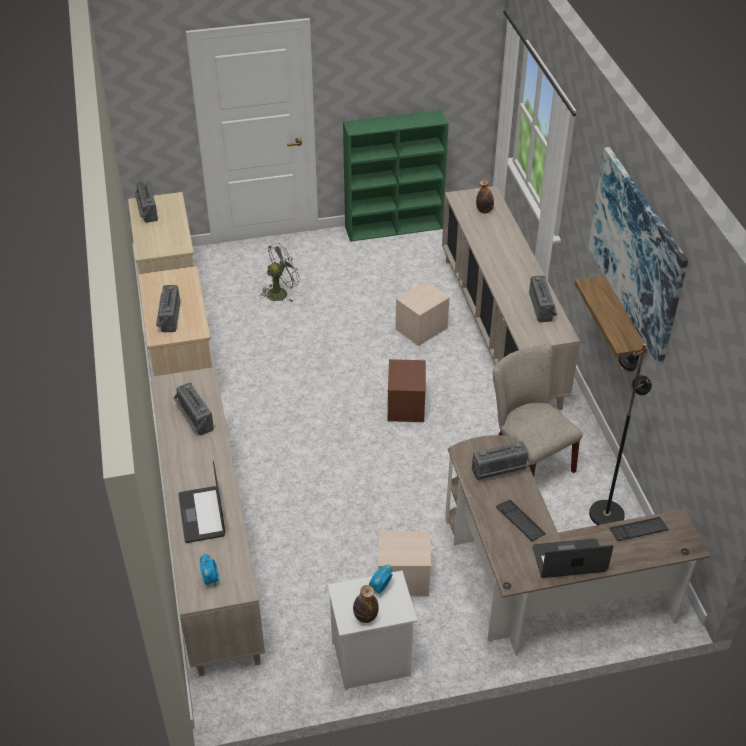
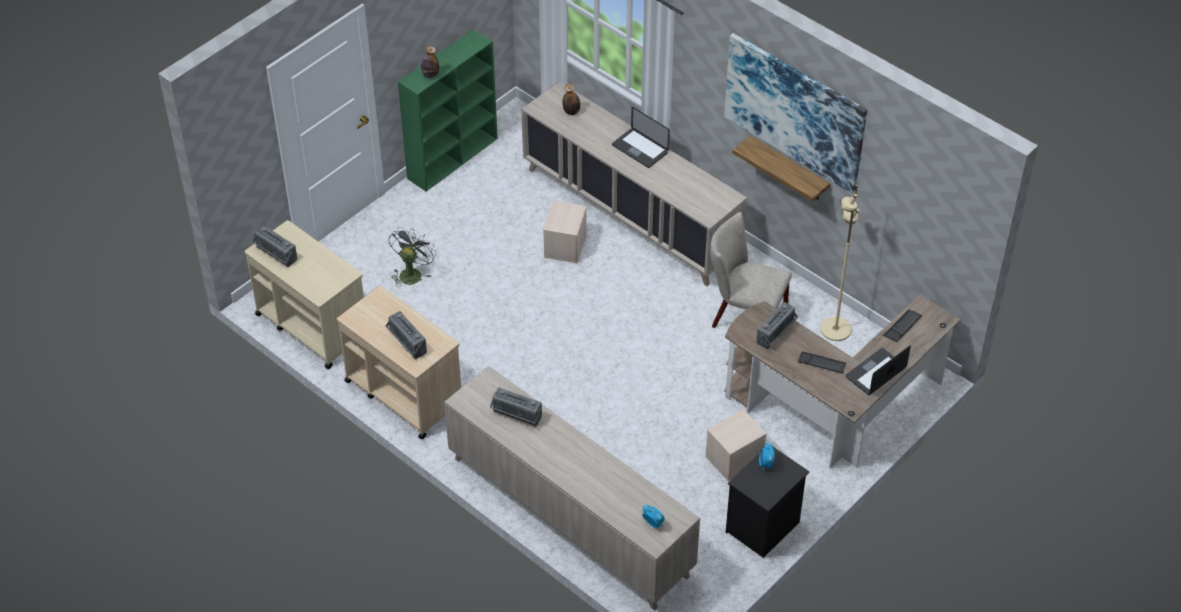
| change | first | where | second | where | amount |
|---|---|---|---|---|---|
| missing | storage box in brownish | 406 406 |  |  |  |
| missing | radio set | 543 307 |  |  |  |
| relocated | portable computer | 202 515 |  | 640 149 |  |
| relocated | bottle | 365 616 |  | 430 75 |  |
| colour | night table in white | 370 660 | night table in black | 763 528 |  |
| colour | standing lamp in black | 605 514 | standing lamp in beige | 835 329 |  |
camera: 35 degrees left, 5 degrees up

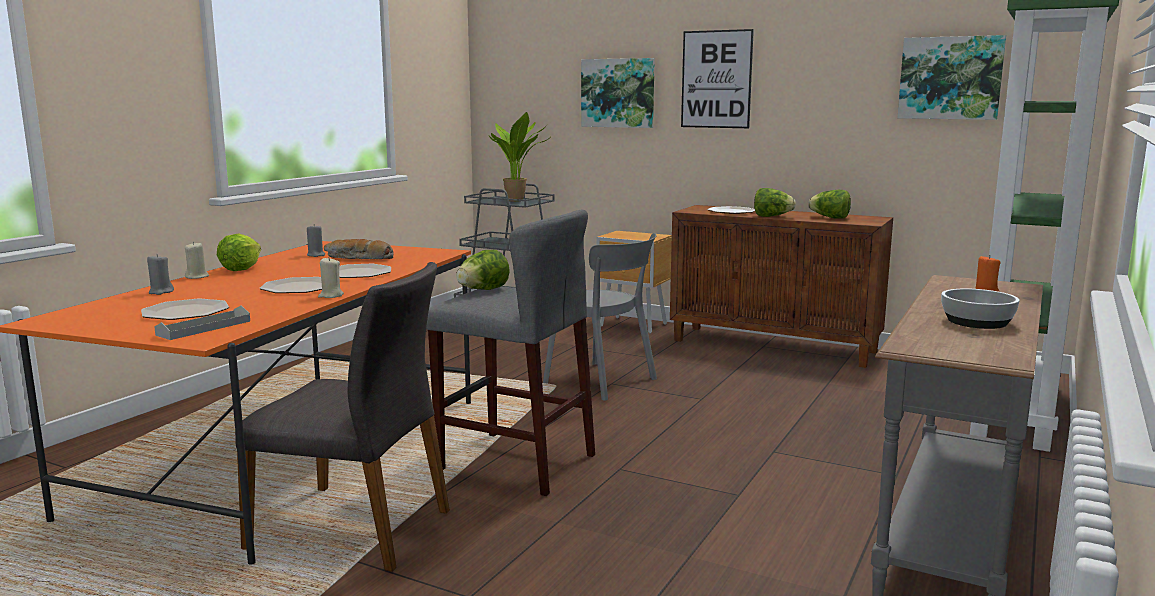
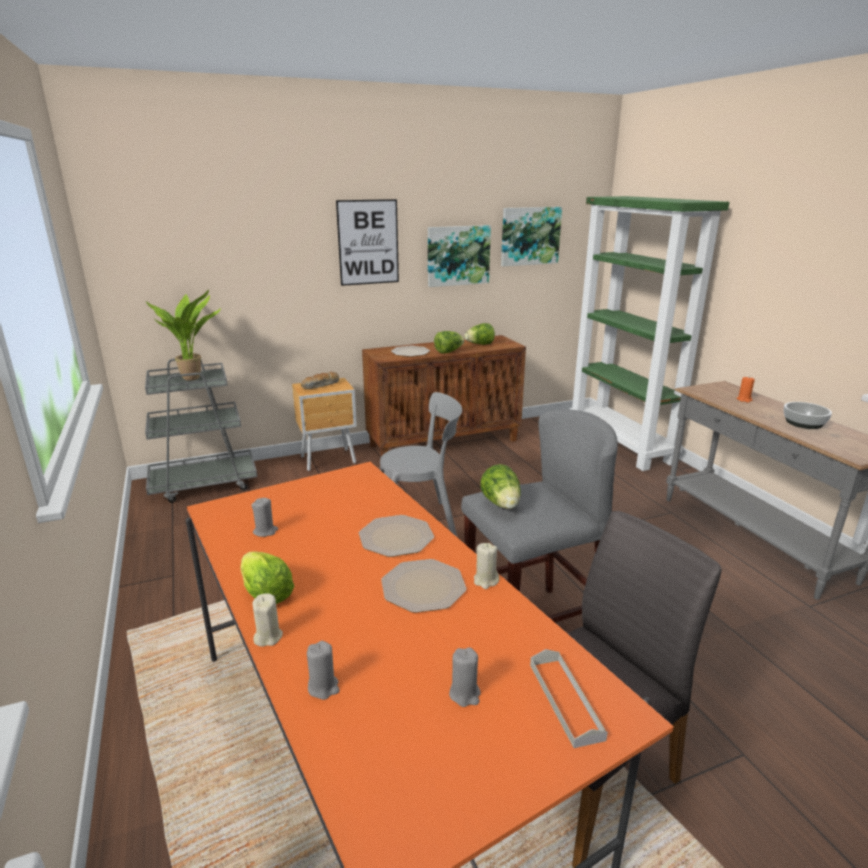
| change | first | where | second | where | amount |
|---|---|---|---|---|---|
| relocated | baked bread | 358 259 |  | 321 386 |  |
| relocated | wall picture | 618 93 |  | 458 255 |  |
| exchanged | dinner plate | 185 312 | wax light in greyish | 465 694 |  |
camera: 50 degrees left, 10 degrees up

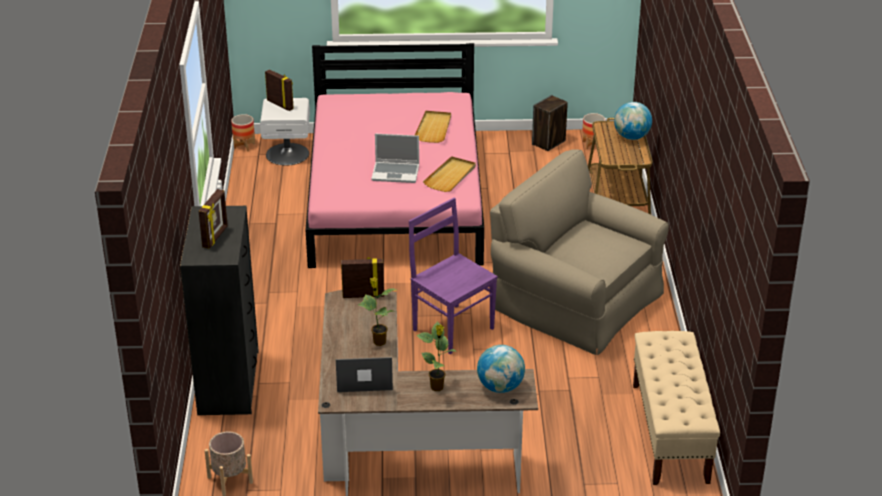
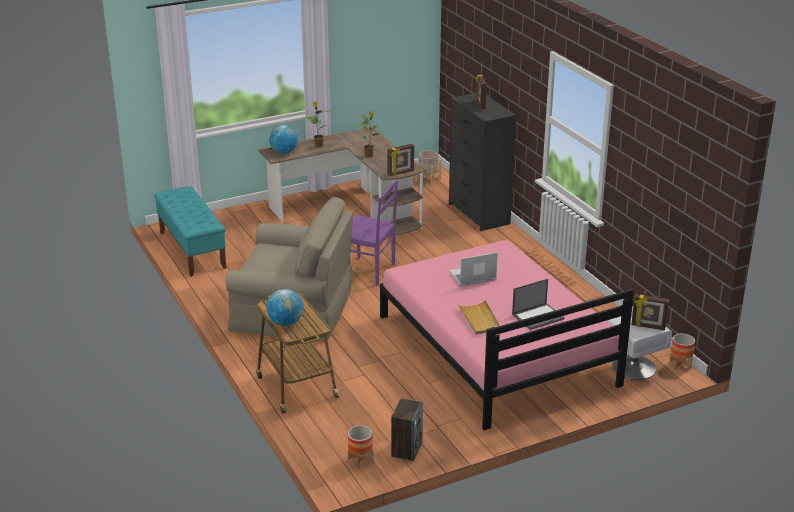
| change | first | where | second | where | amount |
|---|---|---|---|---|---|
| missing | serving tray in beige | 450 176 |  |  |  |
| relocated | portable computer | 363 378 |  | 538 316 |  |
| colour | bench in beige | 670 433 | bench in blue-green | 192 250 |  |
camera: 155 degrees right, 5 degrees down

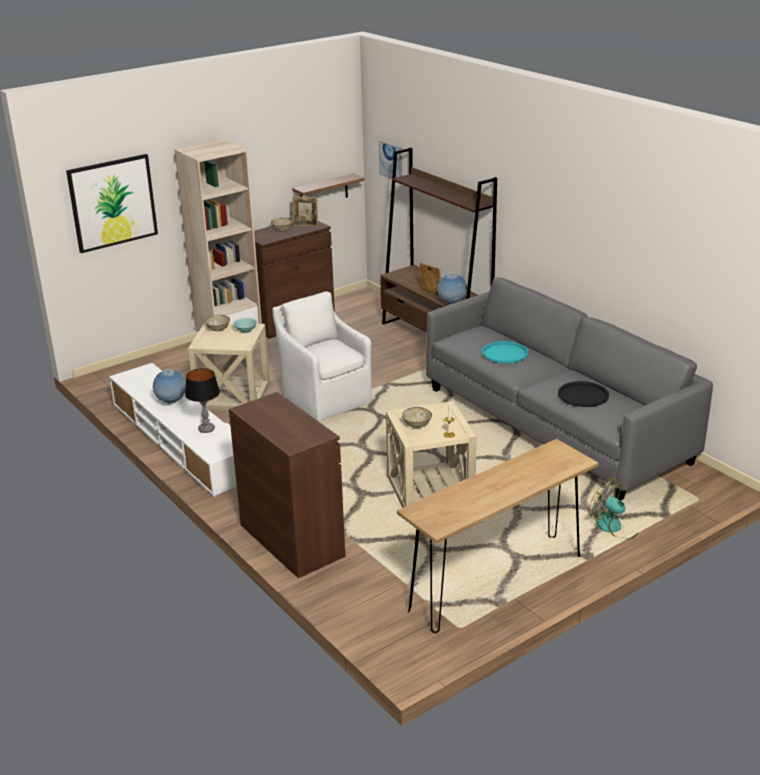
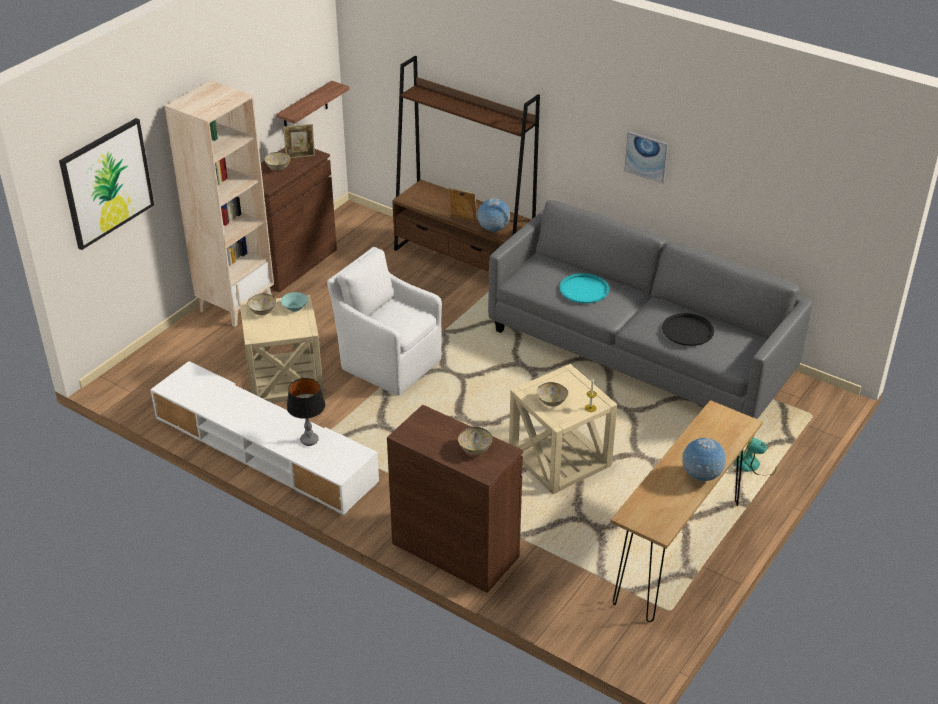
| change | first | where | second | where | amount |
|---|---|---|---|---|---|
| appeared |  |  | deep dish | 475 449 |  |
| relocated | world globe | 171 402 |  | 701 477 |  |
| relocated | wall picture | 391 161 |  | 646 156 |  |
camera: 20 degrees left, 10 degrees up

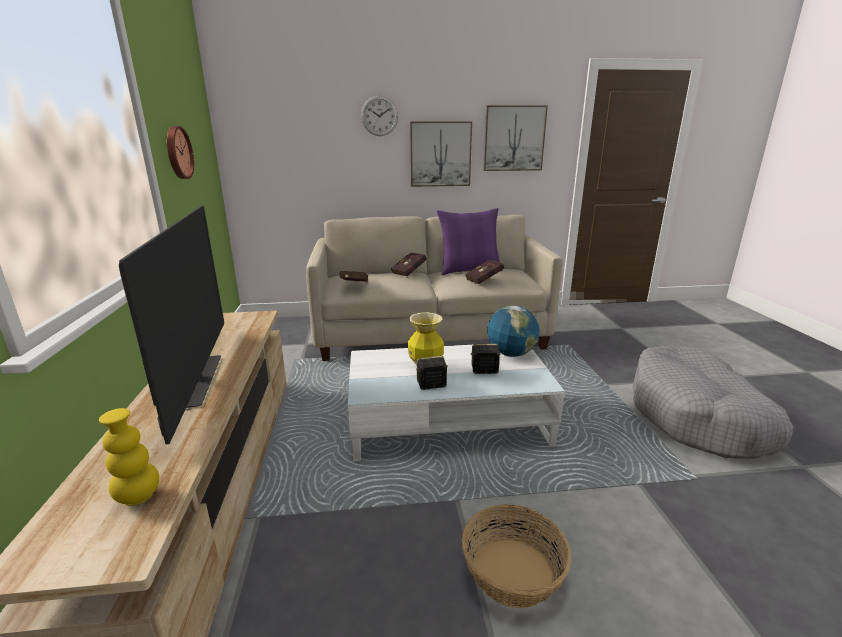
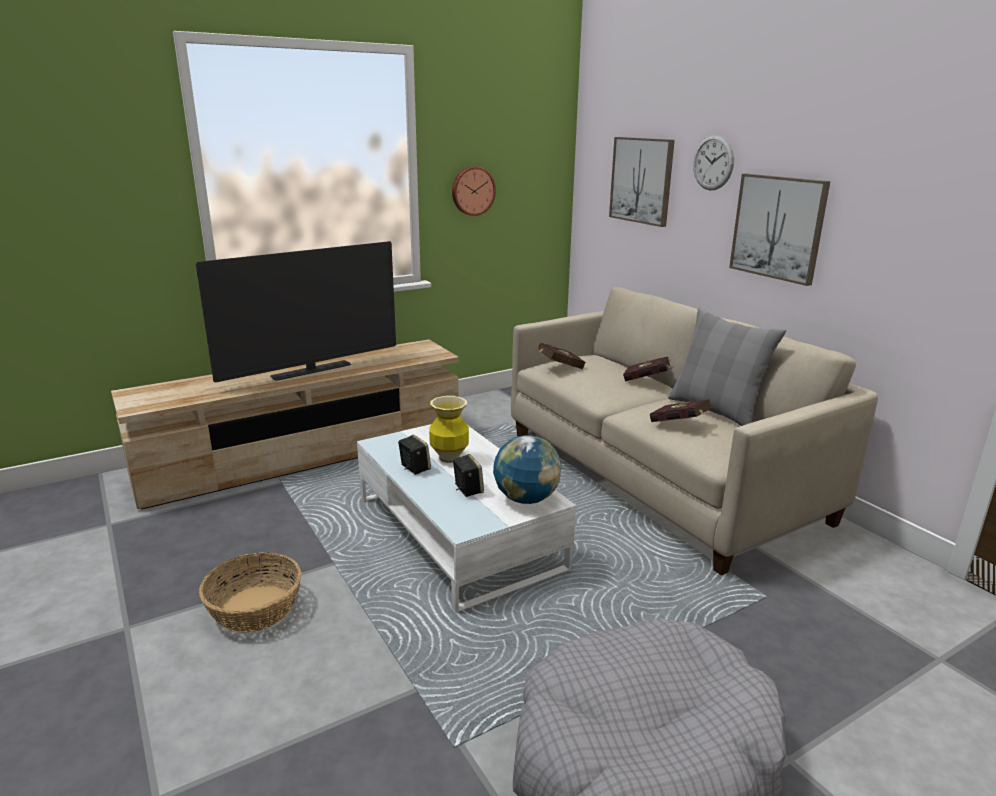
| change | first | where | second | where | amount |
|---|---|---|---|---|---|
| missing | decorative vase in yellow-coloured | 138 497 |  |  |  |
| relocated | wall picture | 513 138 |  | 641 180 |  |
| colour | throw pillow in purplish | 469 270 | throw pillow in greyish | 716 410 |  |
camera: 65 degrees right, 0 degrees up

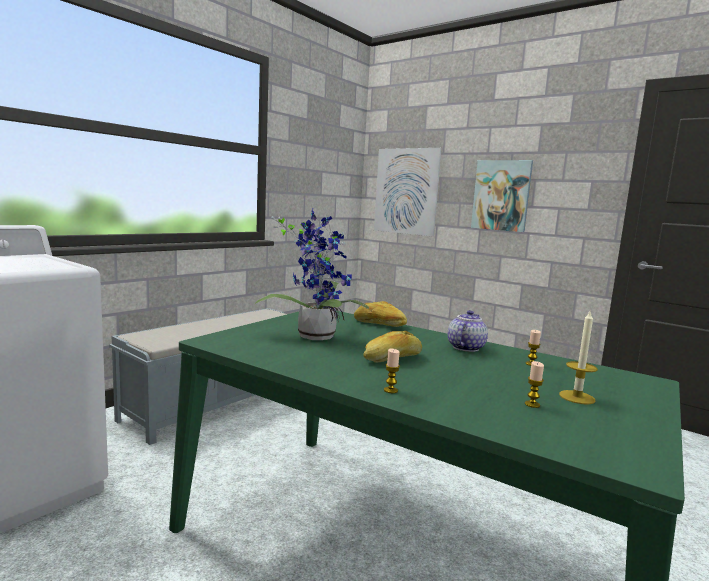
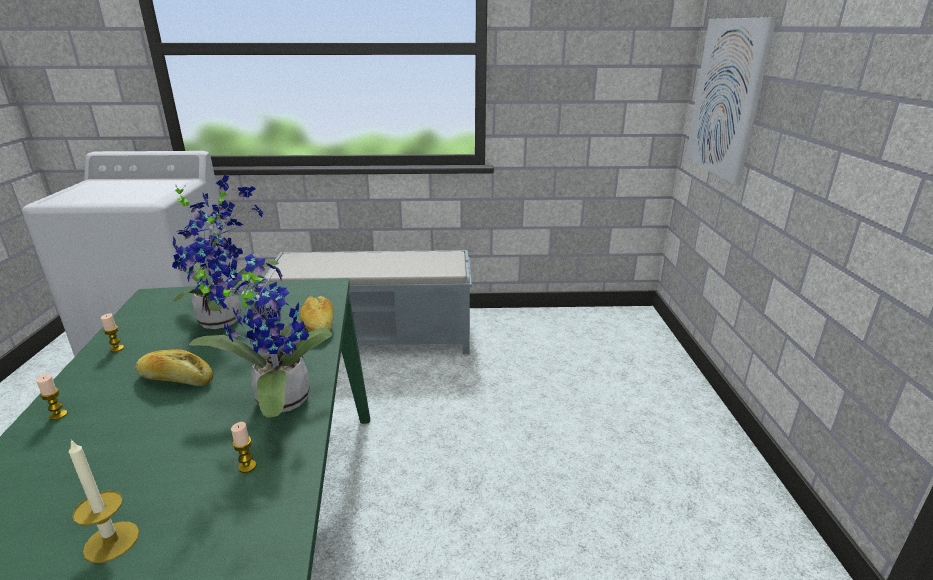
| change | first | where | second | where | amount |
|---|---|---|---|---|---|
| missing | wall picture | 501 195 |  |  |  |
| relocated | wax light | 532 404 |  | 117 348 |  |
| exchanged | teapot | 465 347 | plant in a pot | 275 401 |  |
camera: 50 degrees right, 15 degrees up

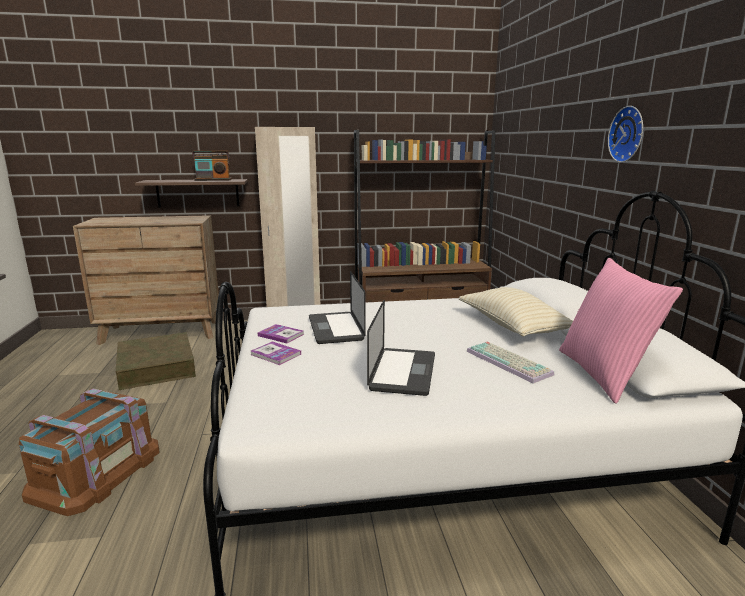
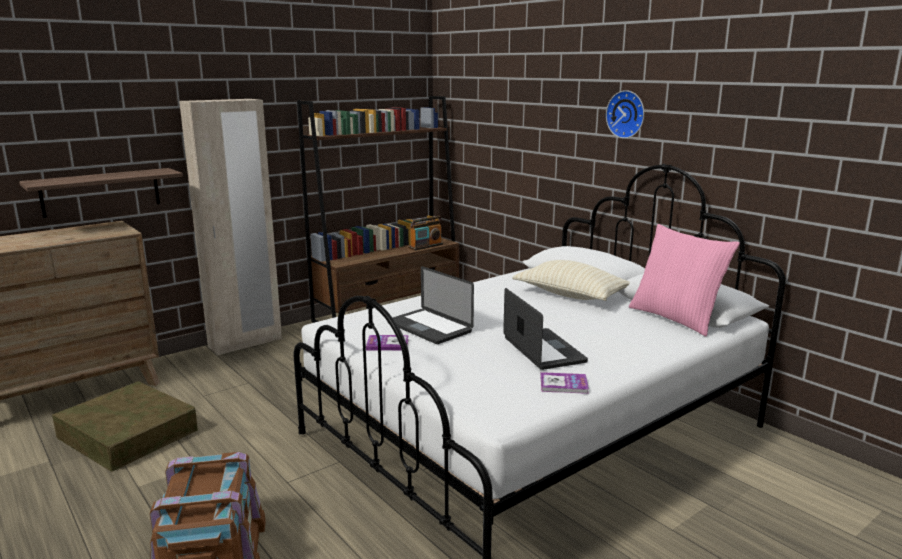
| change | first | where | second | where | amount |
|---|---|---|---|---|---|
| missing | PC keyboard | 510 362 |  |  |  |
| relocated | radio set | 213 180 |  | 425 246 |  |
| relocated | bound book | 275 354 |  | 563 384 |  |
camera: 30 degrees left, 0 degrees up

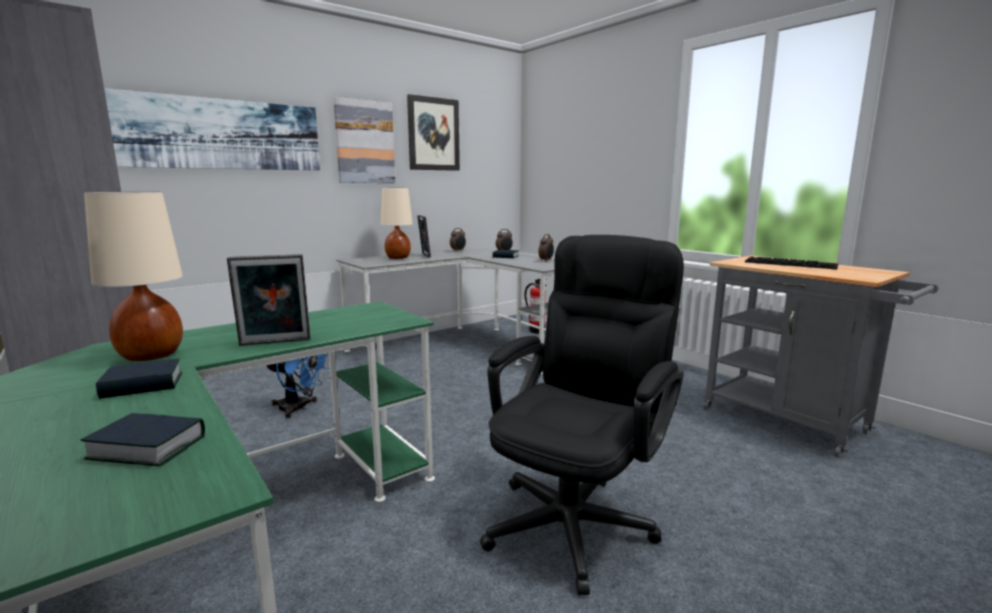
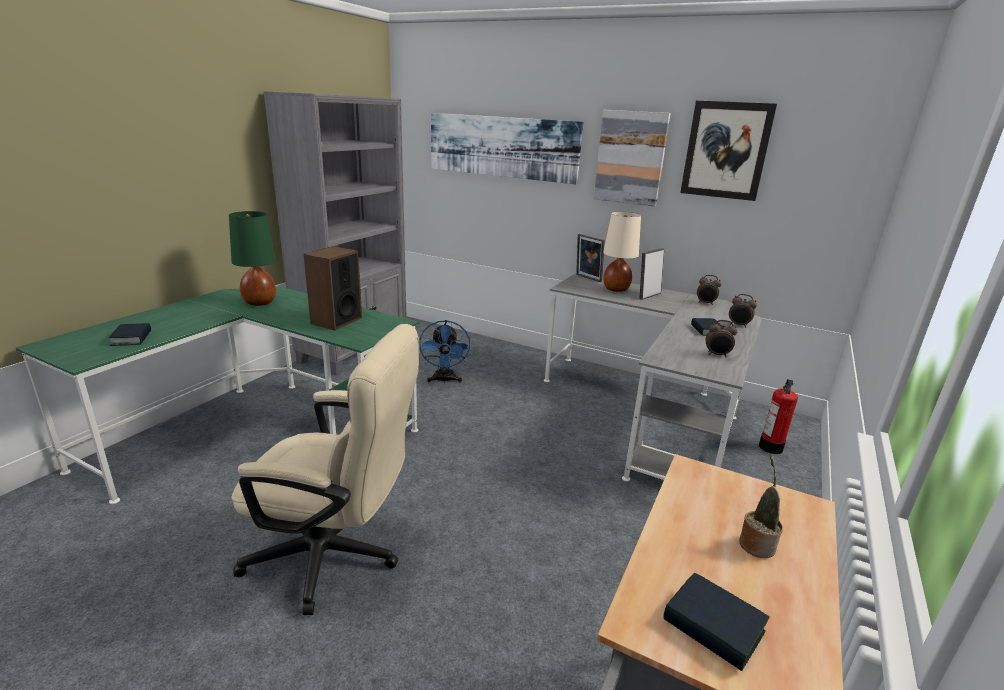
| change | first | where | second | where | amount |
|---|---|---|---|---|---|
| appeared |  |  | audio speaker | 336 321 |  |
| relocated | bound book | 143 385 |  | 713 626 |  |
| relocated | photo frame | 275 343 |  | 587 278 |  |
| exchanged | PC keyboard | 791 264 | plant in a pot | 756 543 |  |
| colour | tabletop lamp in beige | 150 356 | tabletop lamp in greenish | 259 302 |  |
| colour | desk chair in black | 577 516 | desk chair in beige | 336 556 |  |
camera: 65 degrees right, 10 degrees up

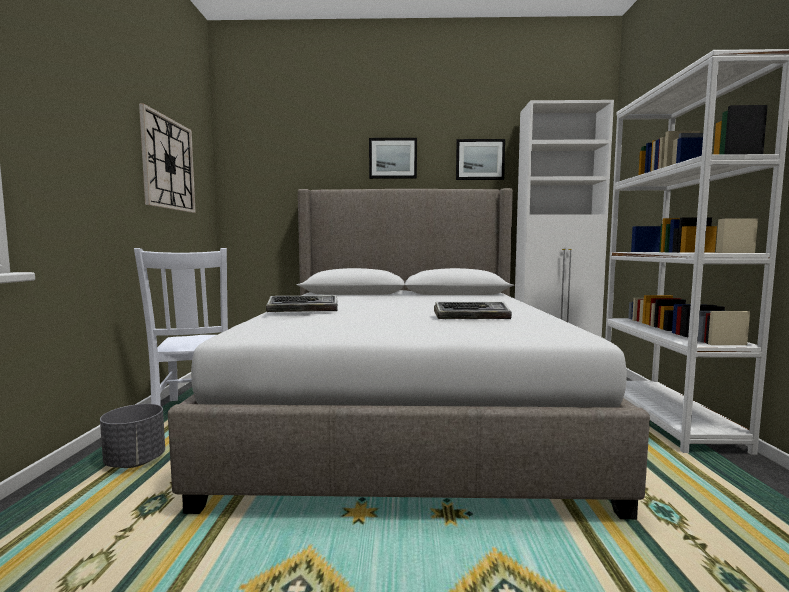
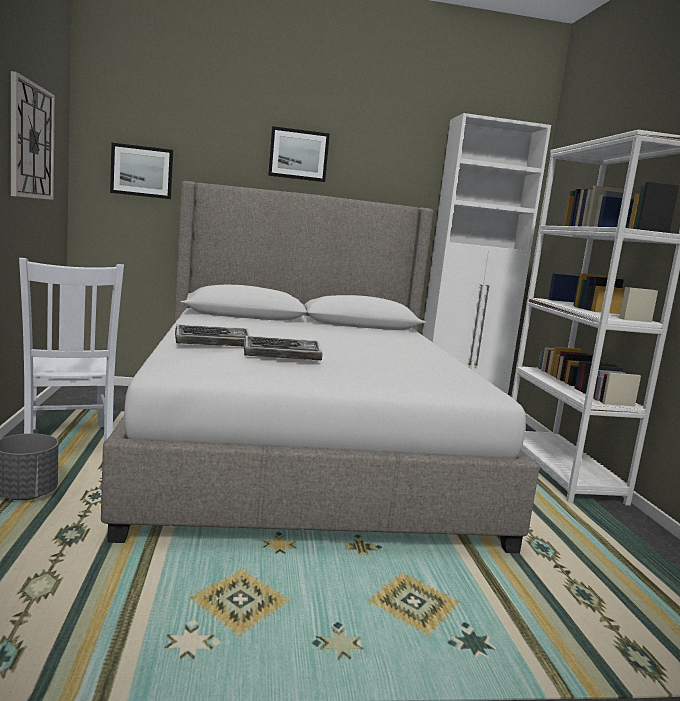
| change | first | where | second | where | amount |
|---|---|---|---|---|---|
| relocated | PC keyboard | 472 317 |  | 283 355 |  |
| relocated | wall picture | 480 160 |  | 142 171 |  |
camera: 10 degrees left, 5 degrees up

